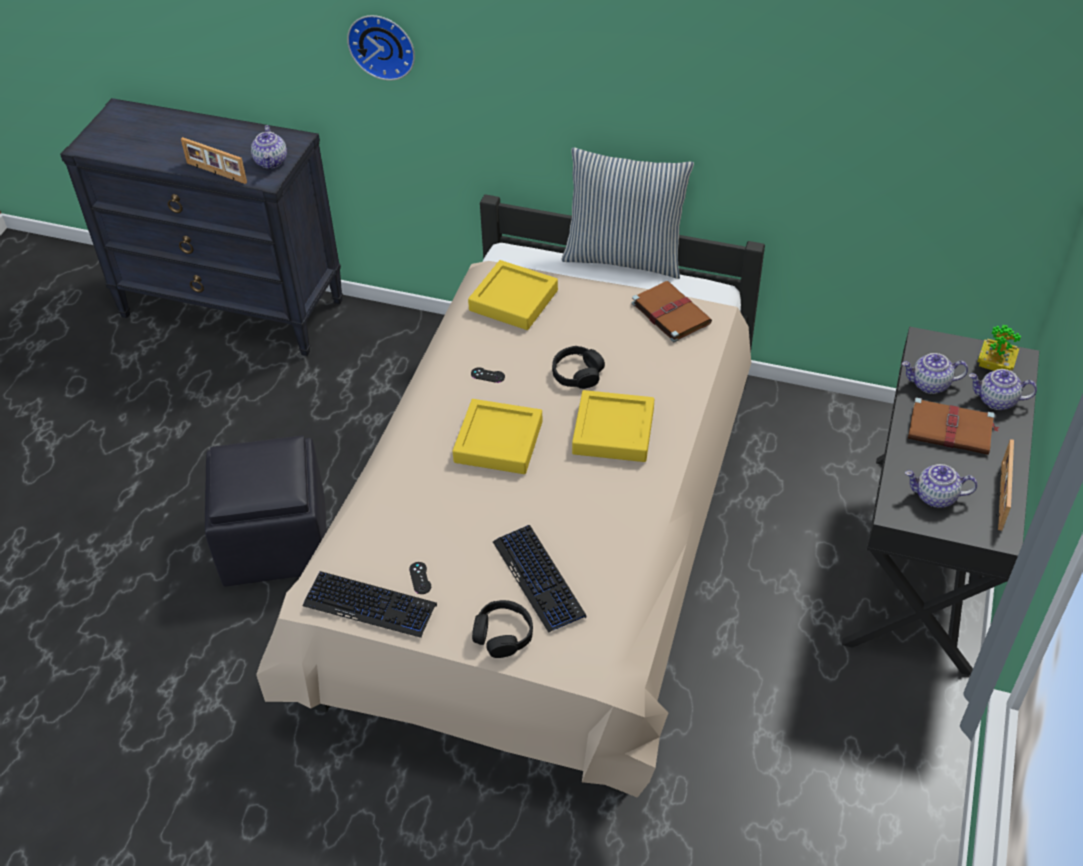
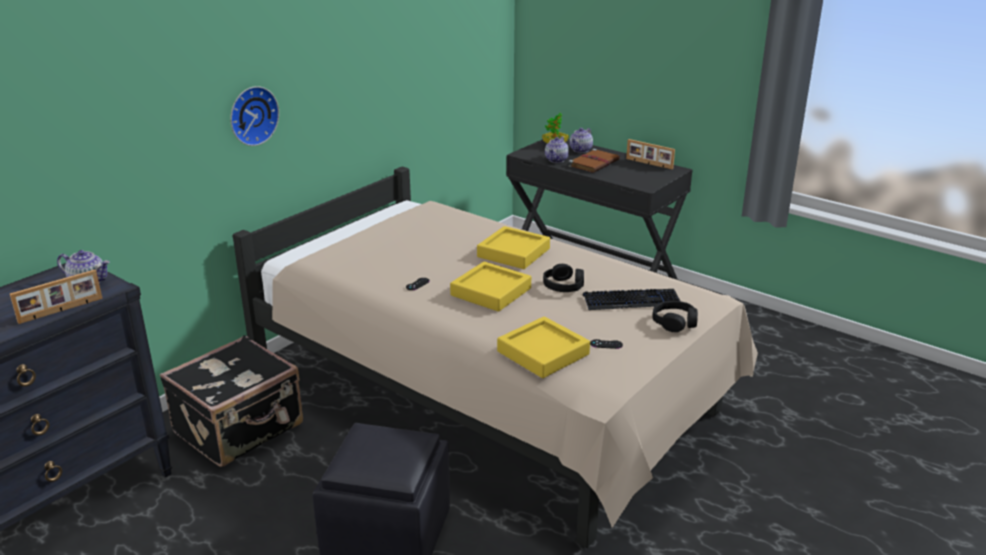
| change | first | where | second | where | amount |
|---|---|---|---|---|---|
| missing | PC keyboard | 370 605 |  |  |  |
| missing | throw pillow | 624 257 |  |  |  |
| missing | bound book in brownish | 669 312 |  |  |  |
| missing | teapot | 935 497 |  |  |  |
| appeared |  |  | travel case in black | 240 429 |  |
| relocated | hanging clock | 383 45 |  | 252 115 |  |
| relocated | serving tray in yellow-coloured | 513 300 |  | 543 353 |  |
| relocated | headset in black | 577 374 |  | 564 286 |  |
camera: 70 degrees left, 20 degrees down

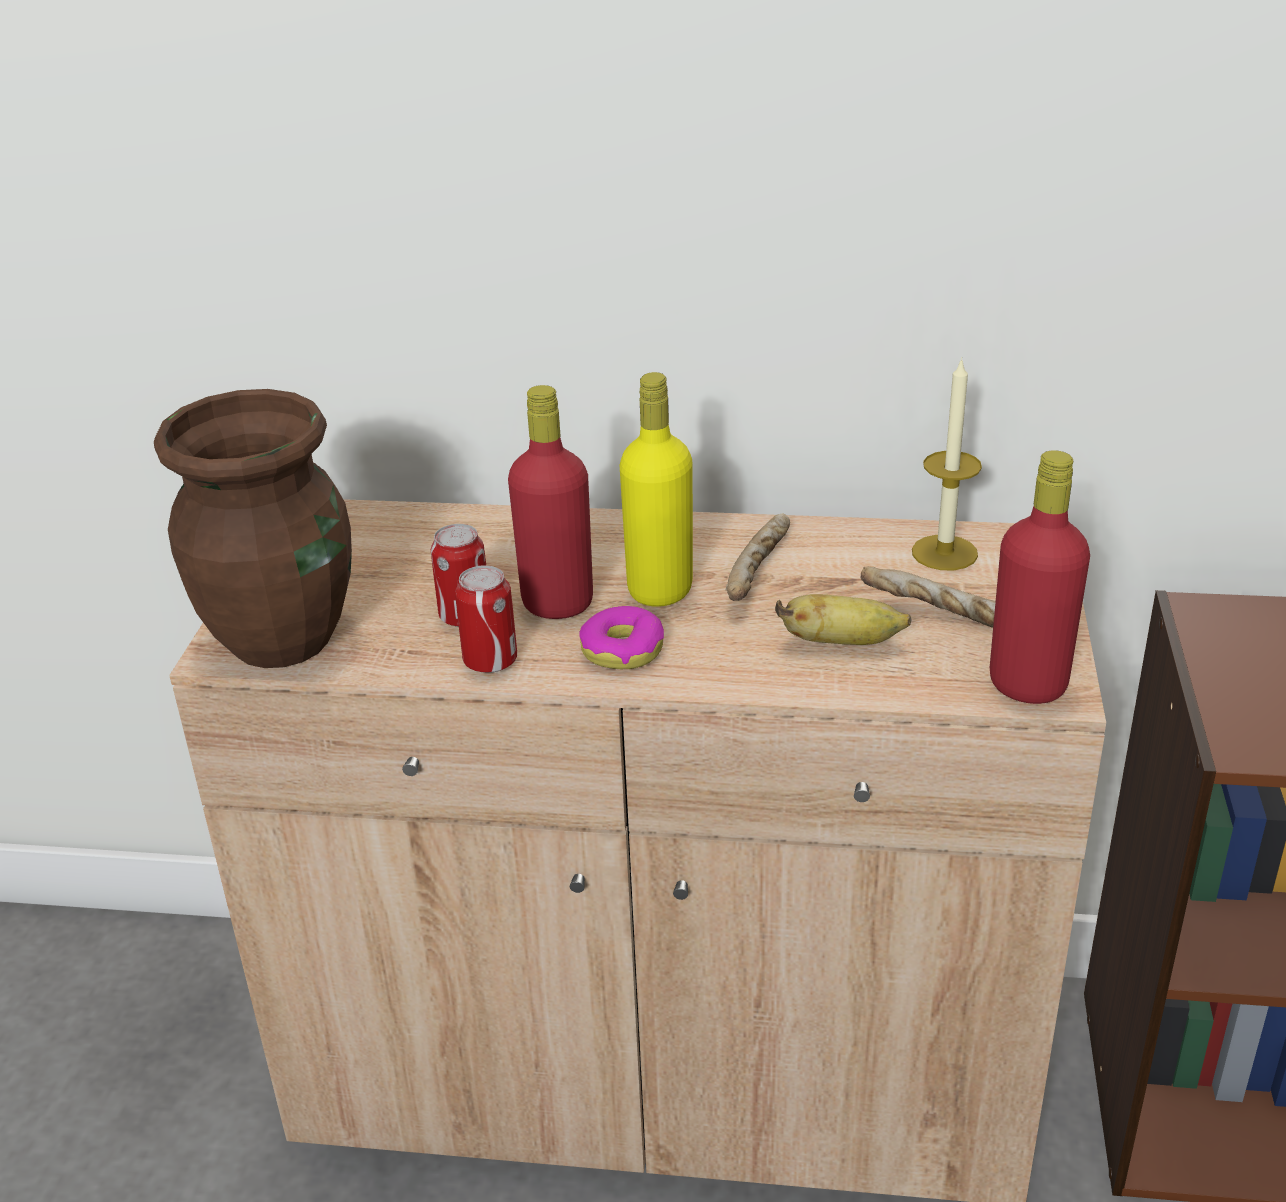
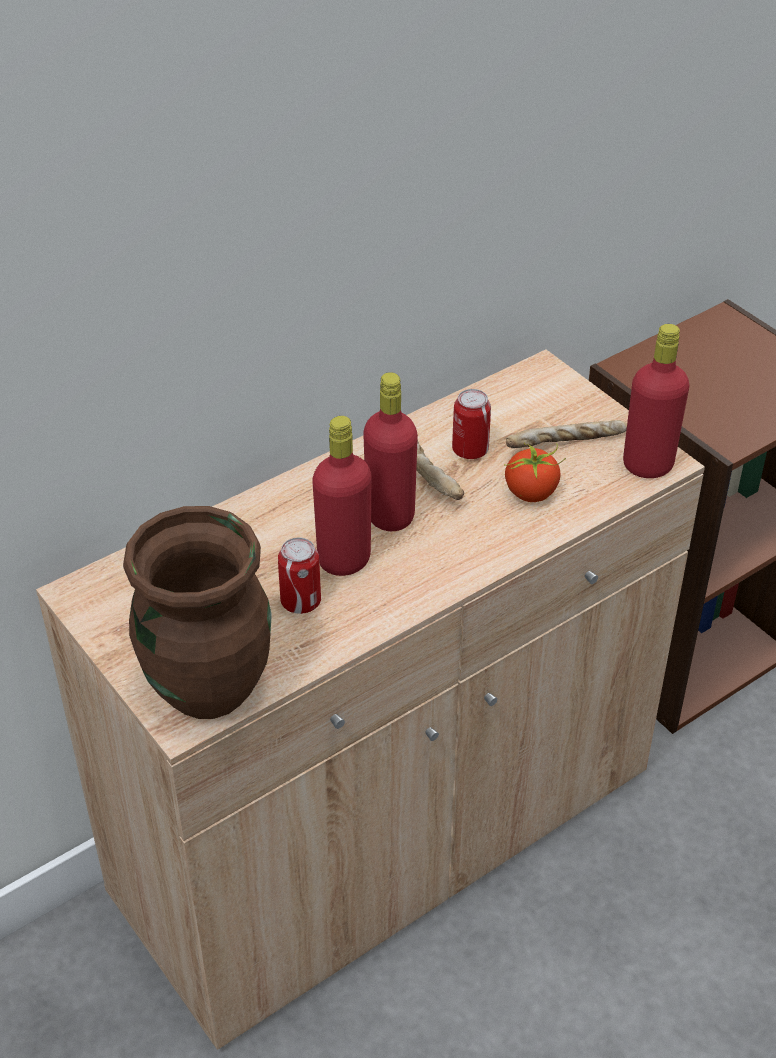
| change | first | where | second | where | amount |
|---|---|---|---|---|---|
| missing | donut | 623 650 |  |  |  |
| missing | wax light | 944 553 |  |  |  |
| relocated | metal can | 490 661 |  | 470 450 |  |
| exchanged | banana fruit | 842 643 | whole tomato | 531 492 |  |
| colour | bottle in yellow-coloured | 660 590 | bottle in red | 390 516 |  |
camera: 45 degrees left, 10 degrees up

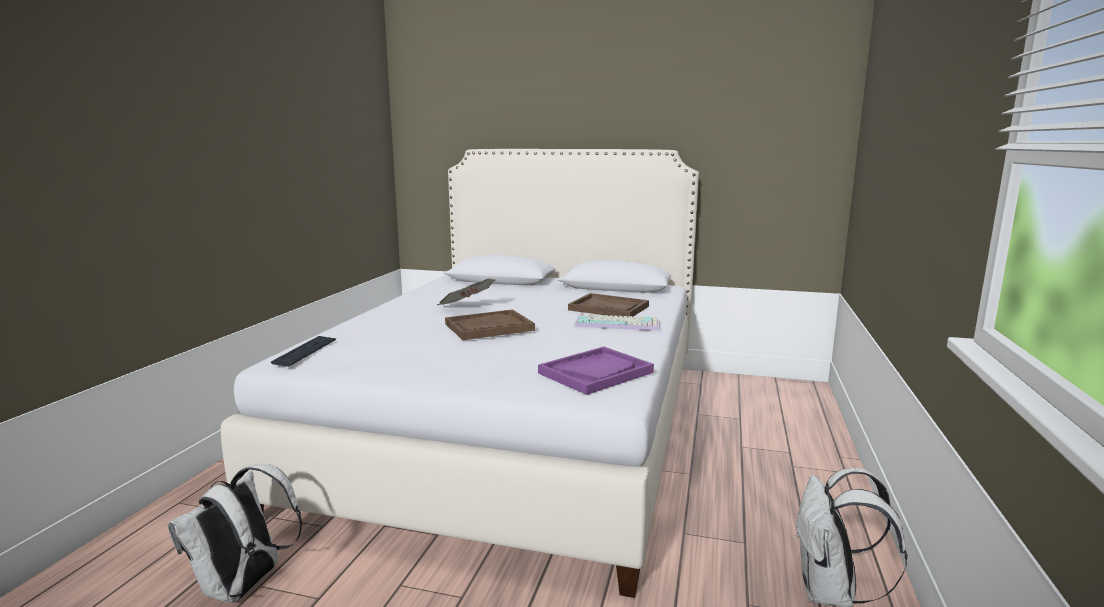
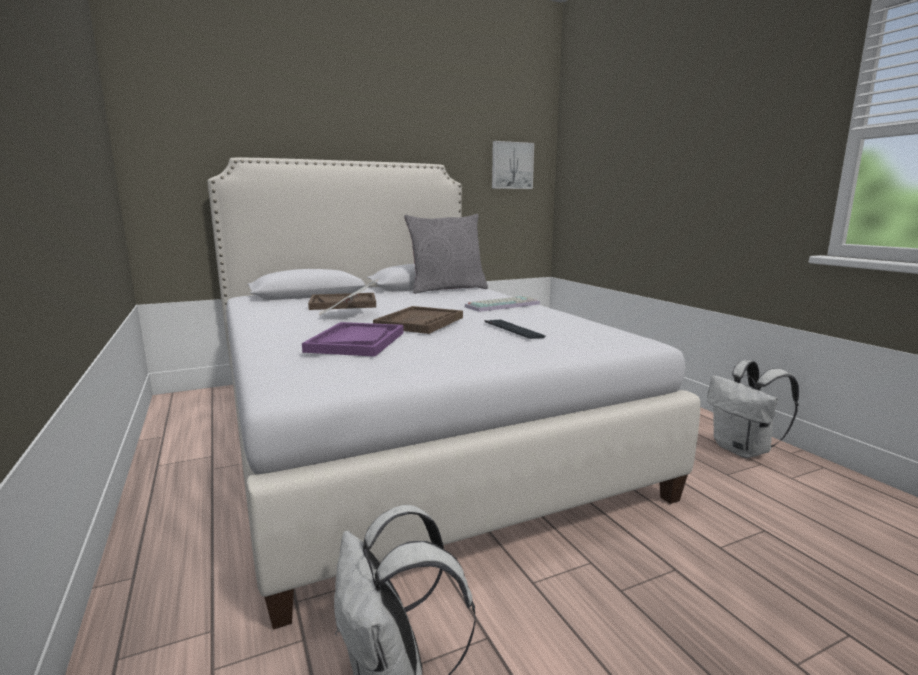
| change | first | where | second | where | amount |
|---|---|---|---|---|---|
| appeared |  |  | throw pillow in greyish | 447 289 |  |
| appeared |  |  | wall picture | 511 165 |  |
| relocated | PC keyboard | 305 352 |  | 513 330 |  |
| relocated | serving tray in purplish | 595 372 |  | 356 342 |  |
| relocated | serving tray in brownish | 609 308 |  | 343 303 |  |
camera: 40 degrees left, 0 degrees up

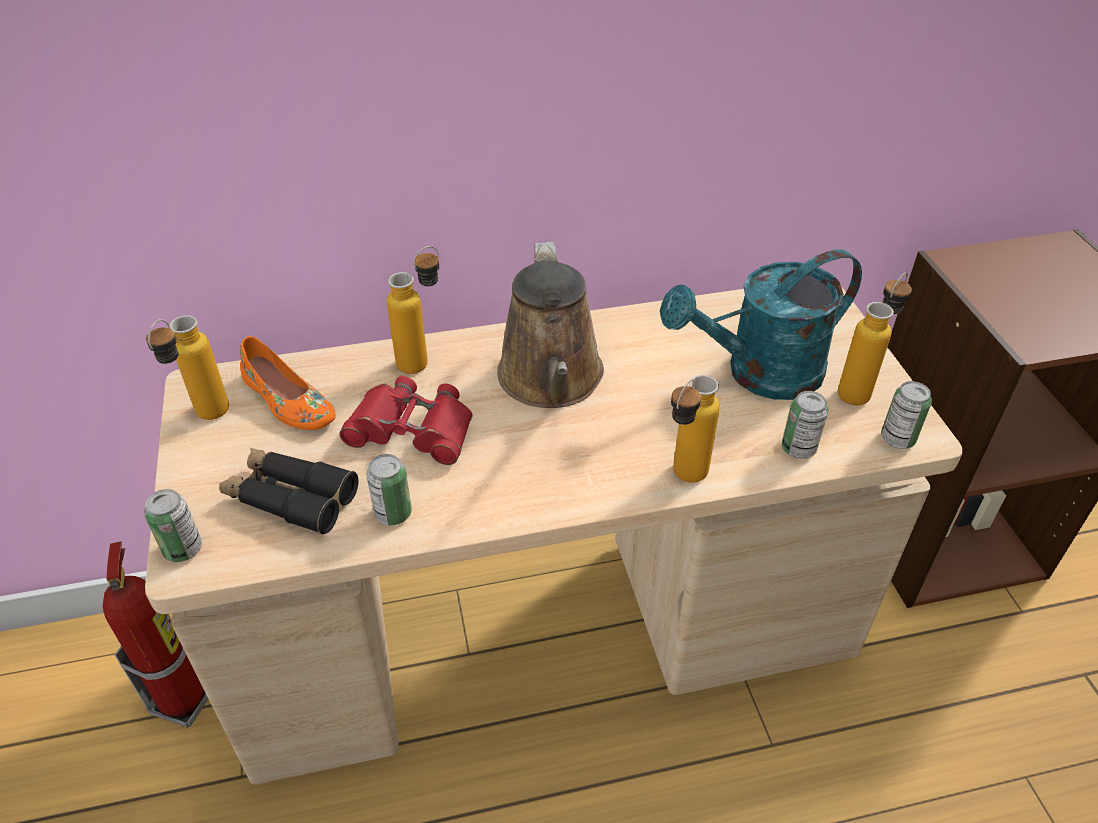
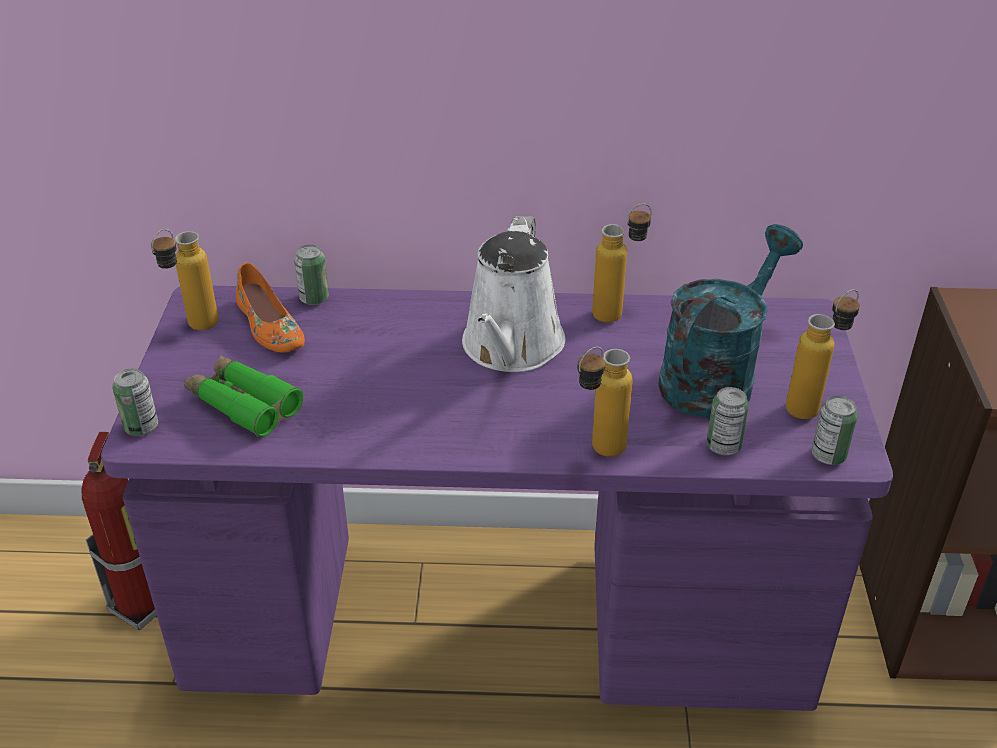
| change | first | where | second | where | amount |
|---|---|---|---|---|---|
| missing | field glasses in red | 412 430 |  |  |  |
| relocated | metal can | 393 513 |  | 314 298 |  |
| relocated | bottle | 423 359 |  | 618 312 |  |
| colour | desk table in beige | 548 634 | desk table in purplish | 498 622 |  |
| colour | field glasses in black | 291 498 | field glasses in greenish | 243 404 |  |
| colour | watering can in brownish | 551 380 | watering can in white | 511 348 |  |
| spun | watering can in blue-green | 759 374 |  | 715 375 | 135 degrees clockwise |
camera: 15 degrees right, 5 degrees down

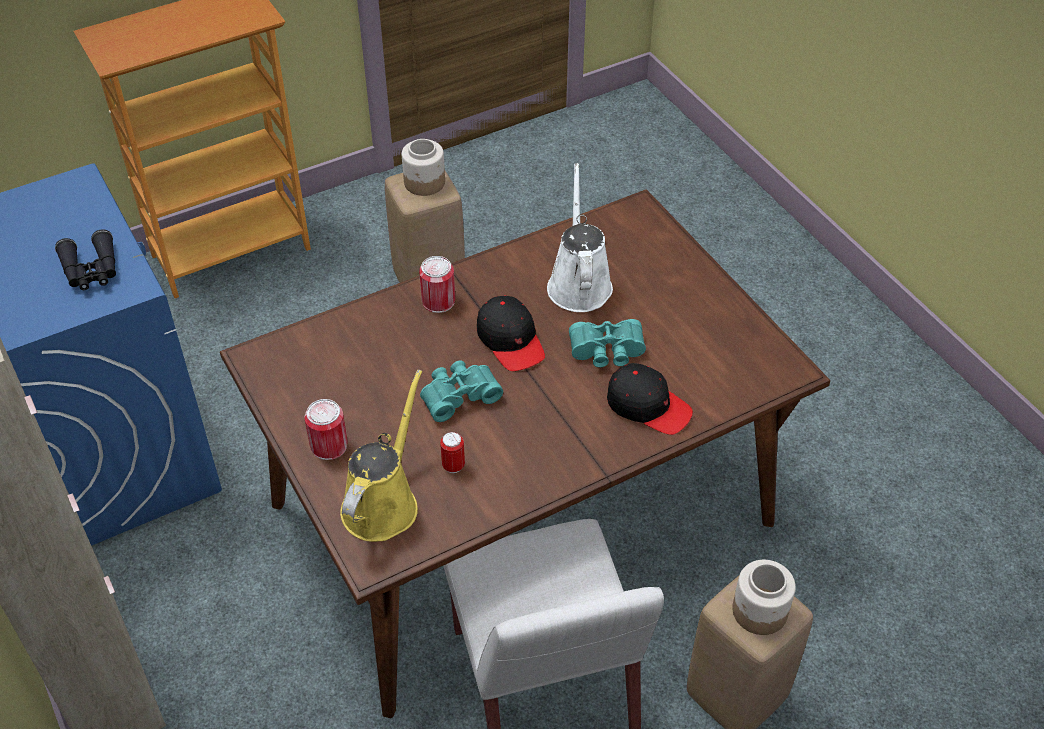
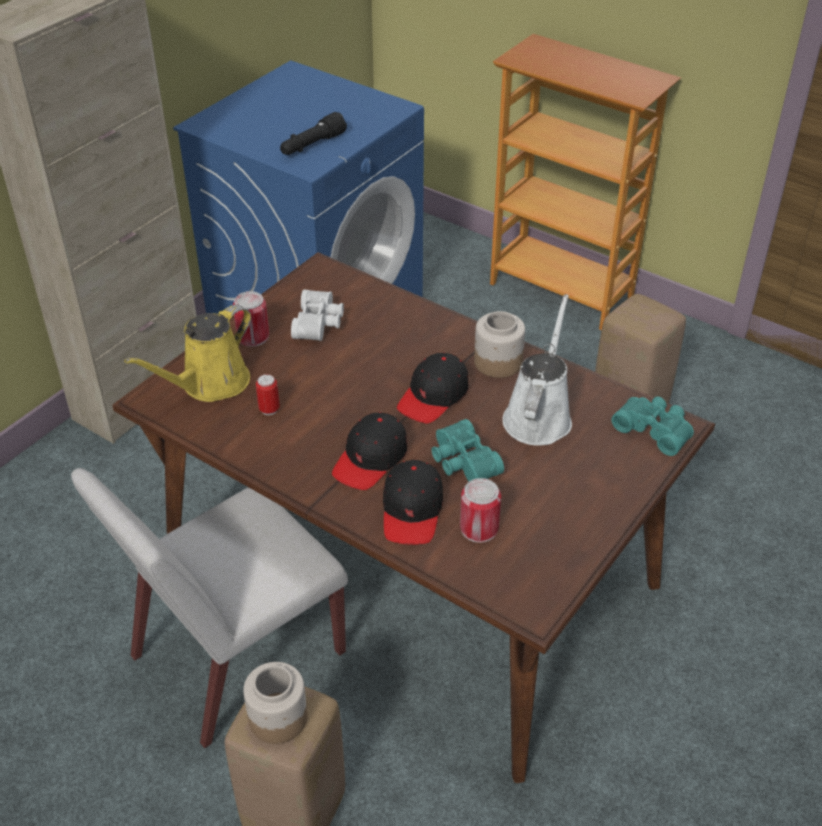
| change | first | where | second | where | amount |
|---|---|---|---|---|---|
| appeared |  |  | field glasses in white | 320 323 |  |
| appeared |  |  | peaked cap in black | 371 459 |  |
| relocated | preserve jar | 424 183 |  | 497 362 |  |
| relocated | metal can | 438 301 |  | 479 528 |  |
| relocated | field glasses in blue-green | 458 395 |  | 654 430 |  |
| exchanged | field glasses in black | 91 270 | hand torch in black | 312 145 |  |
| spun | watering can in yellow-coloured | 383 503 |  | 210 384 | 135 degrees clockwise |
| spun | watering can in white | 579 283 |  | 538 416 | 45 degrees counterclockwise |
camera: 65 degrees right, 5 degrees down

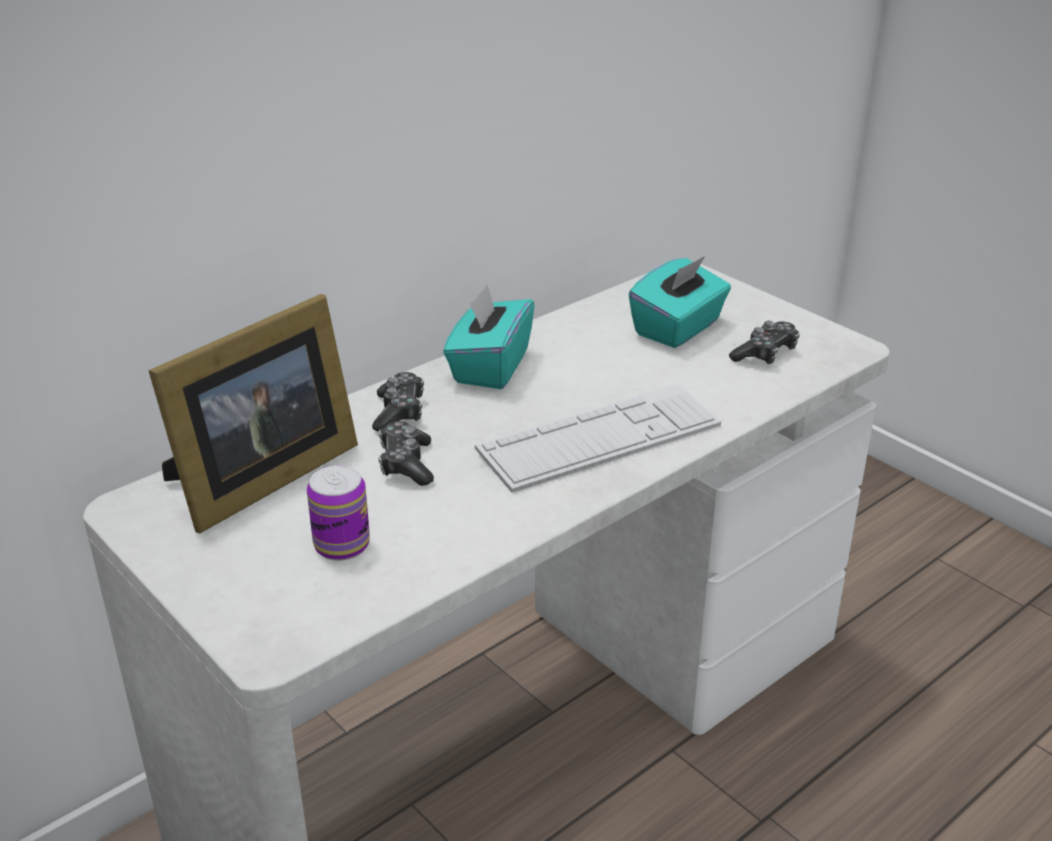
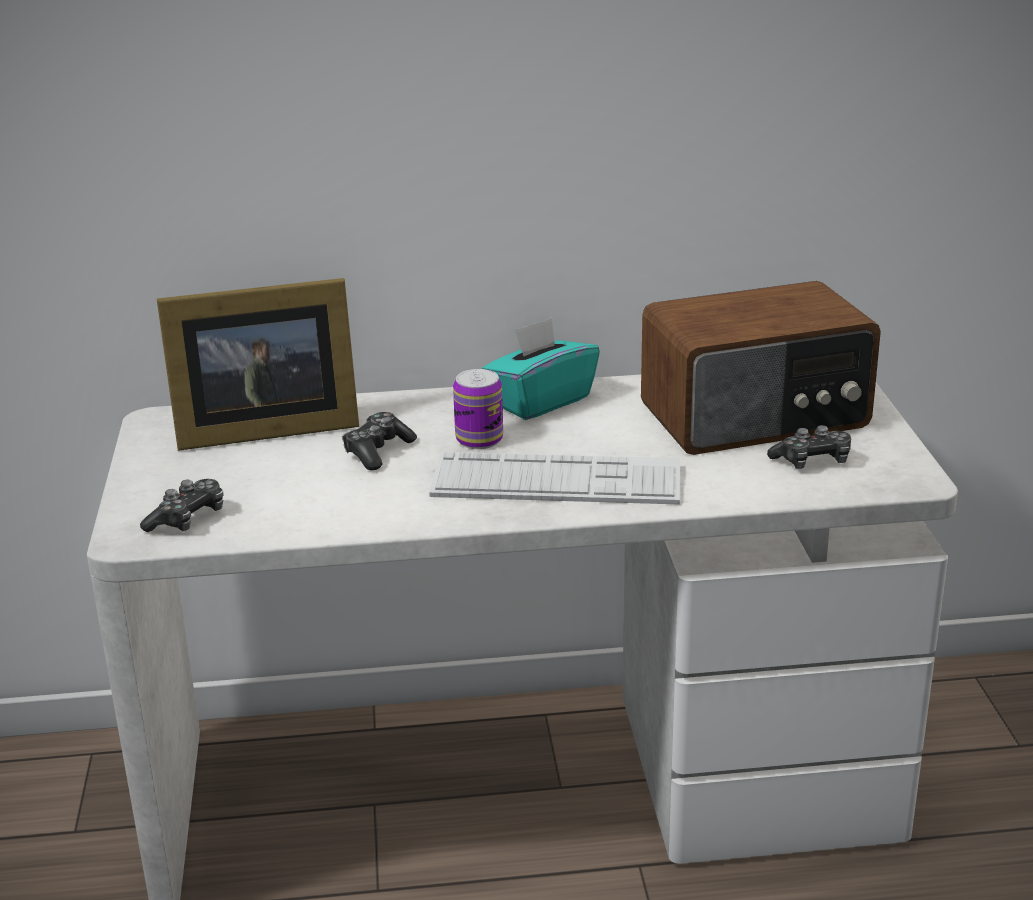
| change | first | where | second | where | amount |
|---|---|---|---|---|---|
| relocated | metal can | 342 545 |  | 479 439 |  |
| relocated | joypad | 399 412 |  | 187 519 |  |
| exchanged | tissue box in blue-green | 678 328 | radio set | 756 417 |  |
camera: 35 degrees right, 5 degrees down

